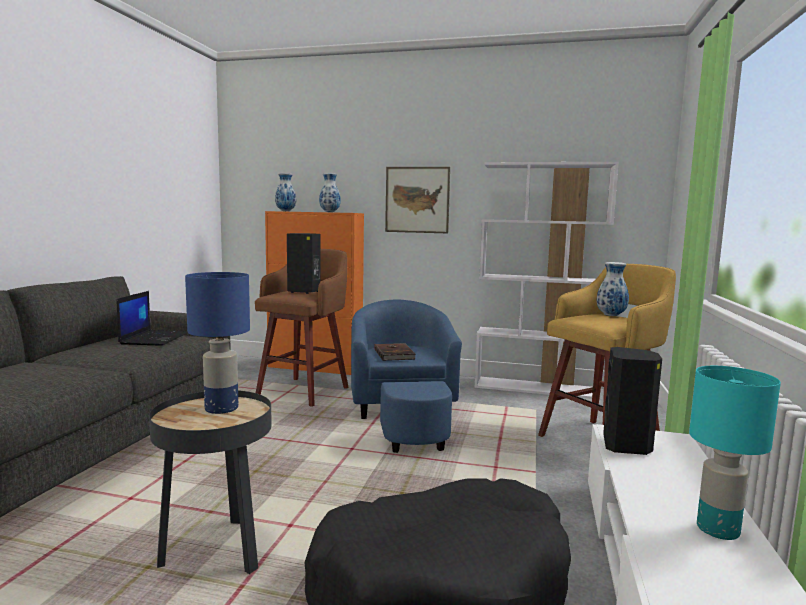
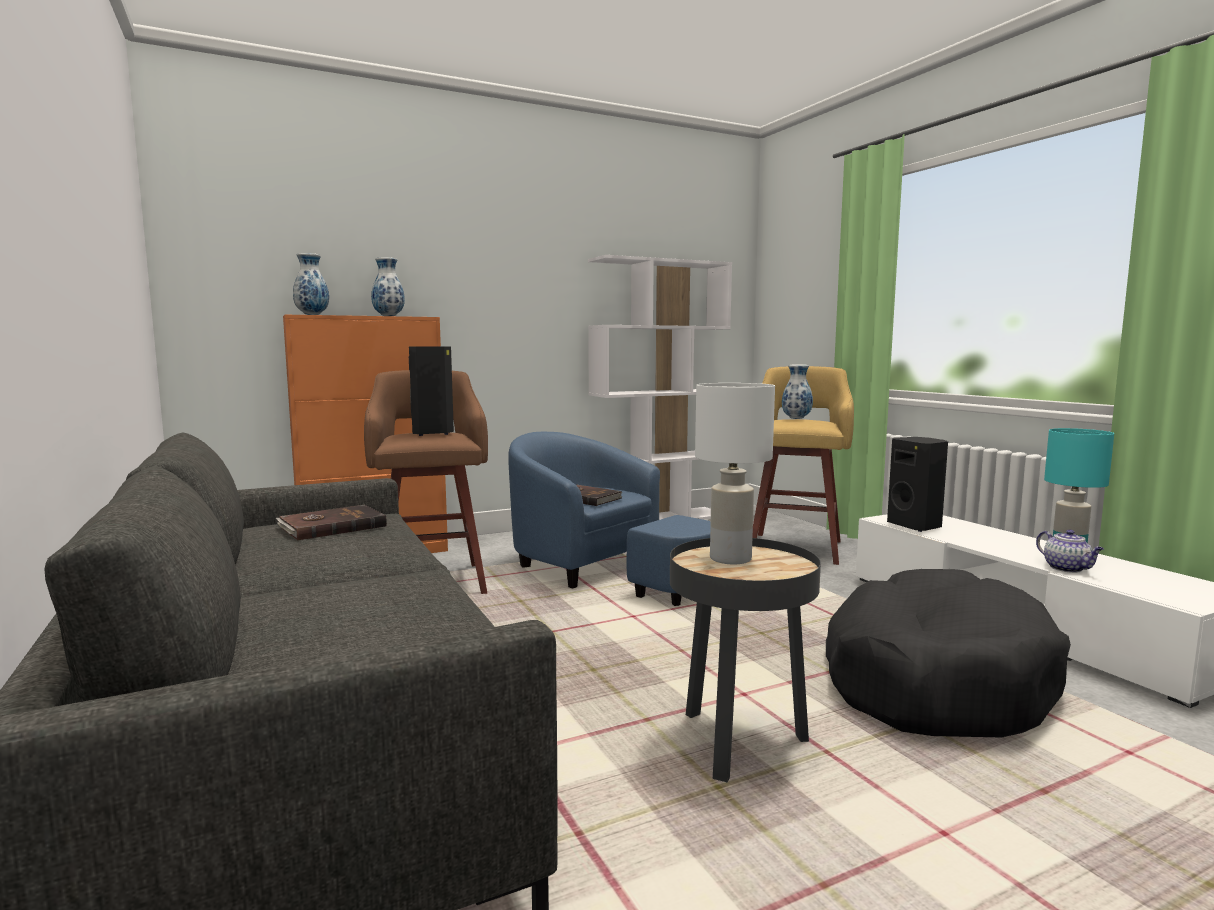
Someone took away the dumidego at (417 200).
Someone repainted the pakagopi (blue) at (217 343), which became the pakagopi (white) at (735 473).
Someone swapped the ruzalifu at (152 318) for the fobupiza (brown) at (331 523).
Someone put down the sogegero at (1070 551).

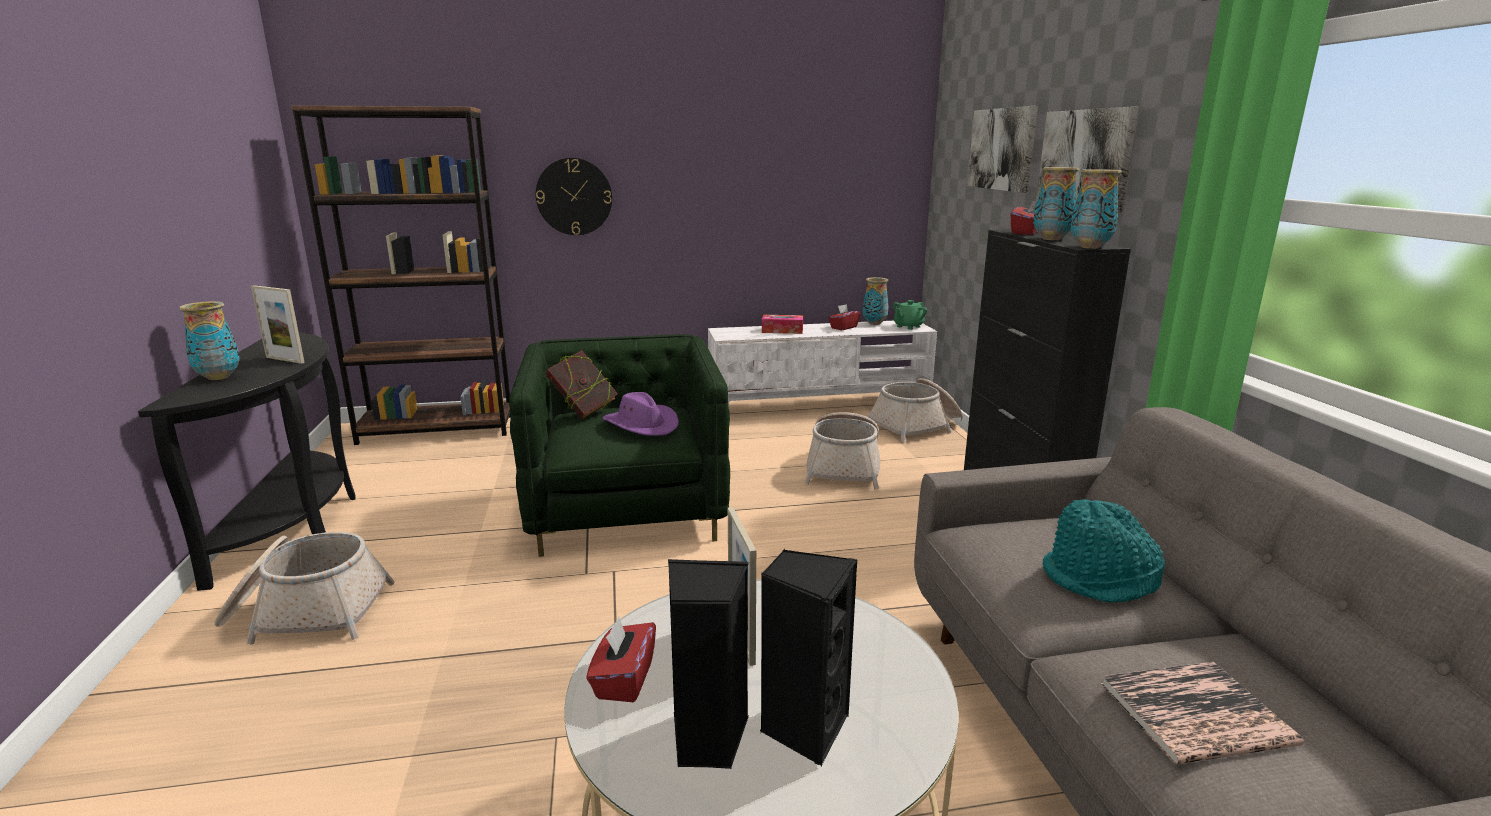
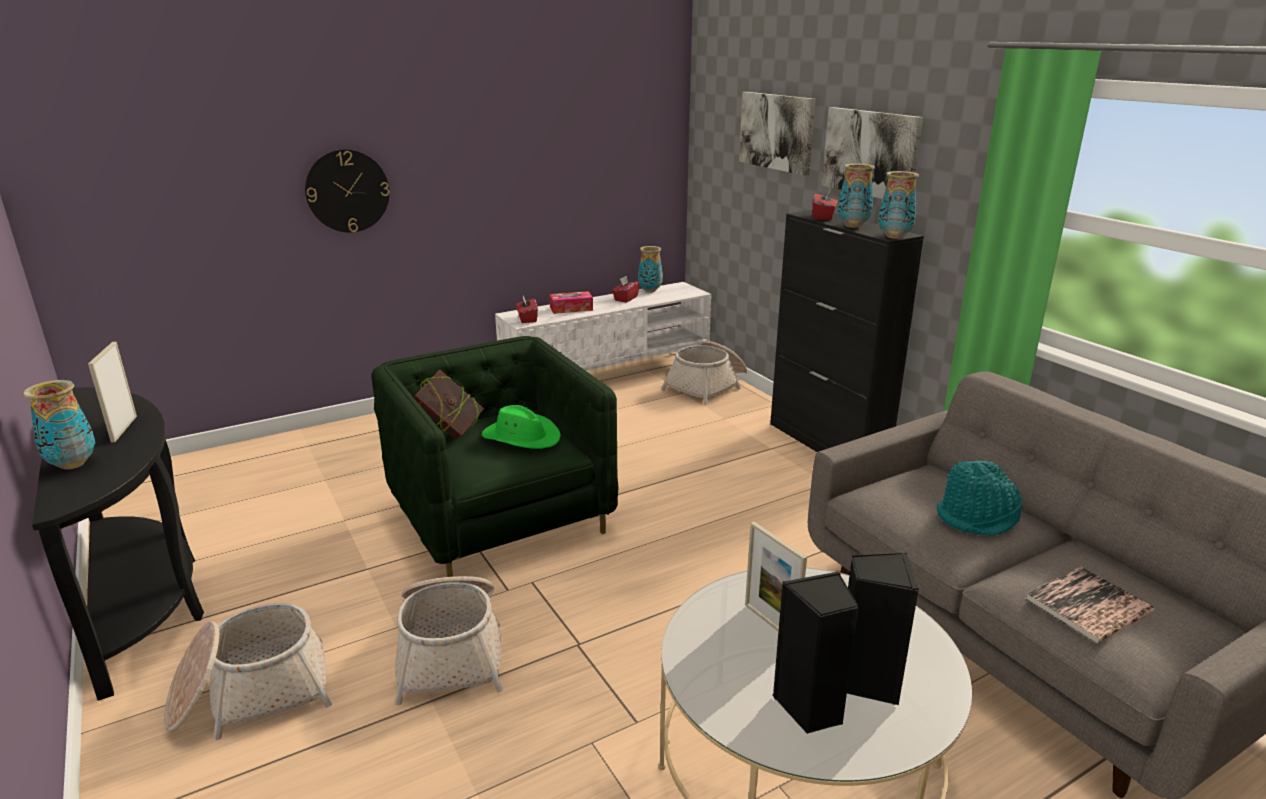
Someone took away the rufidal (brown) at (401 275).
Someone rotated the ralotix at (278 324) by 75 degrees clockwise.
Someone took away the sogegero (green) at (910 315).
Someone repainted the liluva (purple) at (640 414), which became the liluva (green) at (521 427).
Someone carried the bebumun from (842 450) to (449 640).
Someone carried the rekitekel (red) from (621 659) to (527 309).

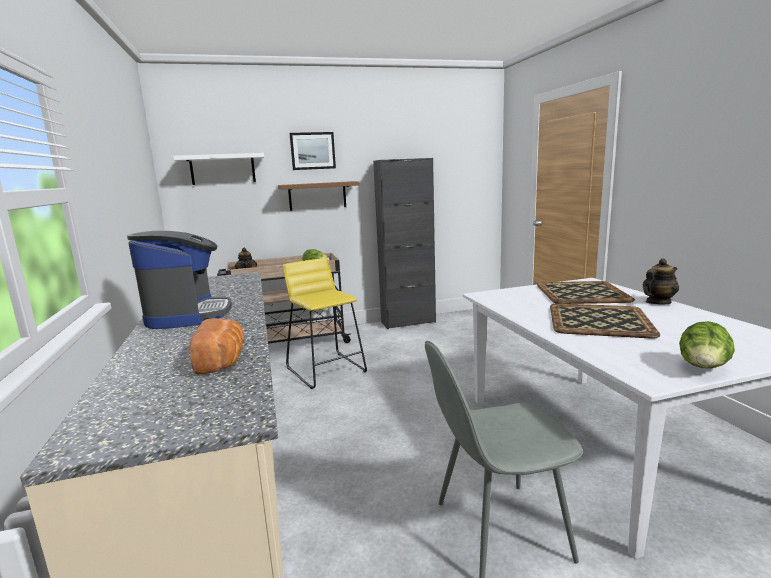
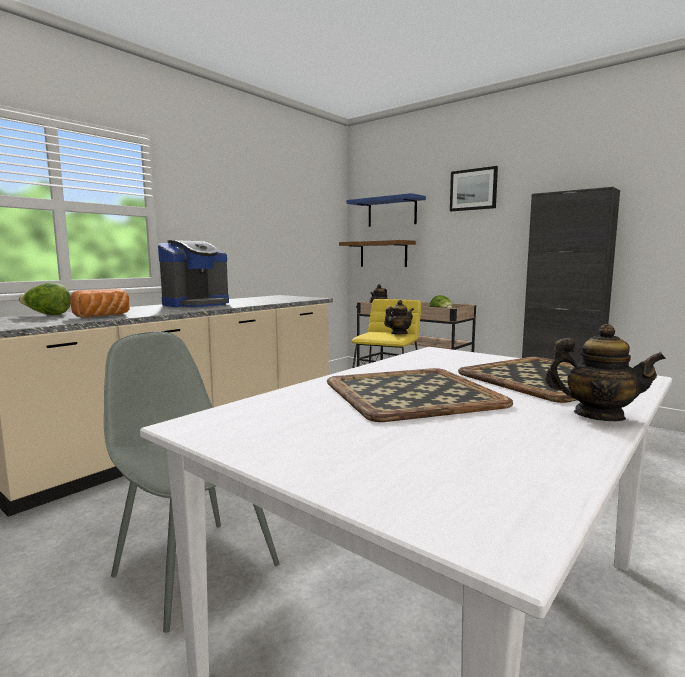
Someone repainted the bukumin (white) at (218 169), which became the bukumin (blue) at (386 210).
Someone carried the bukumin (brown) from (319 196) to (377 253).
Someone carried the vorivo from (707 344) to (45 299).
Someone put down the sogegero at (399 317).

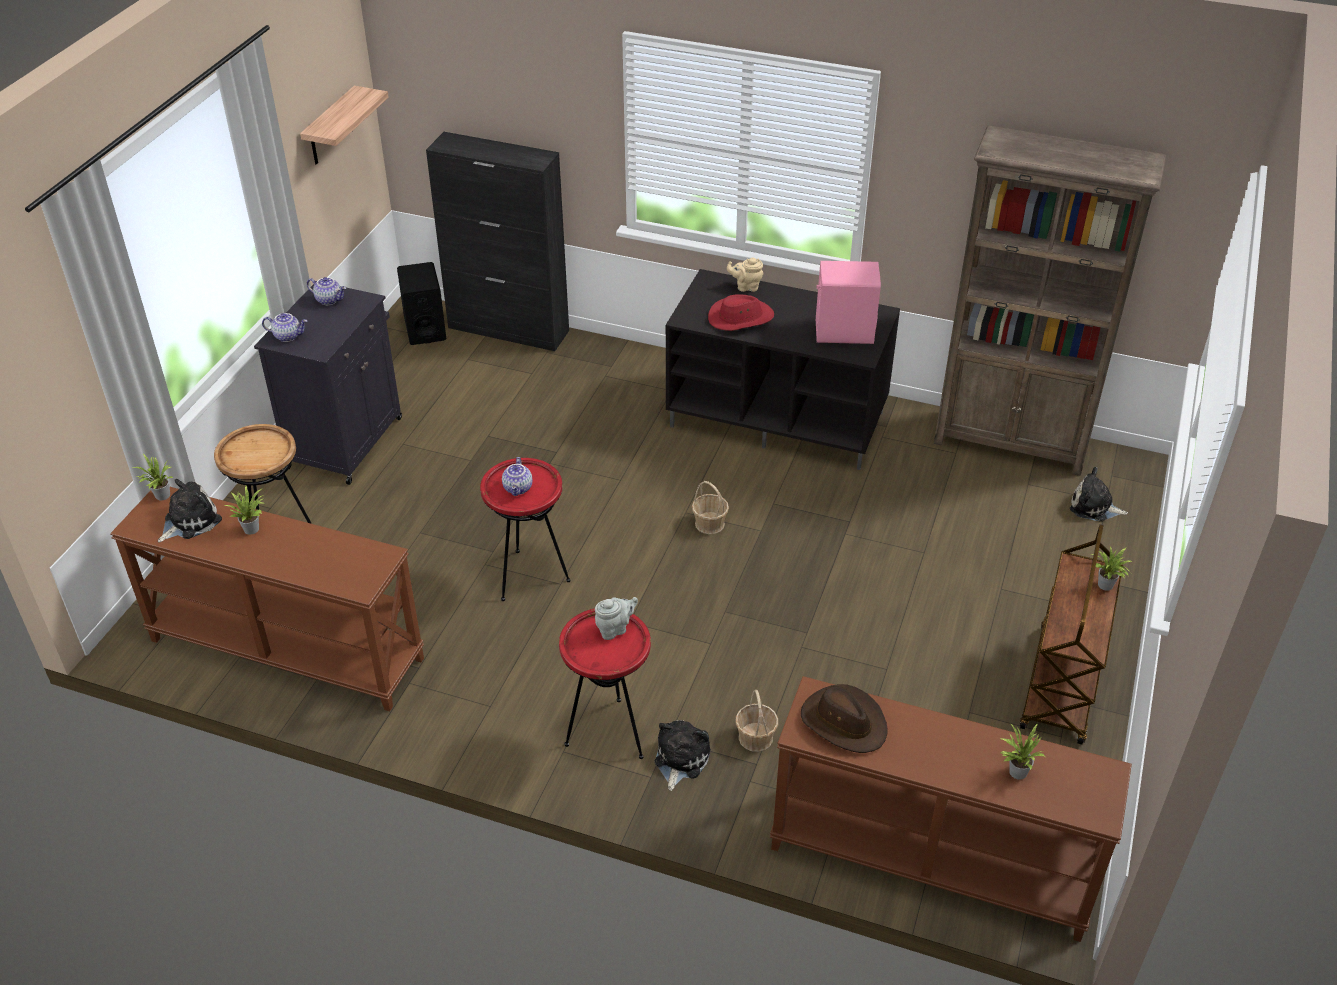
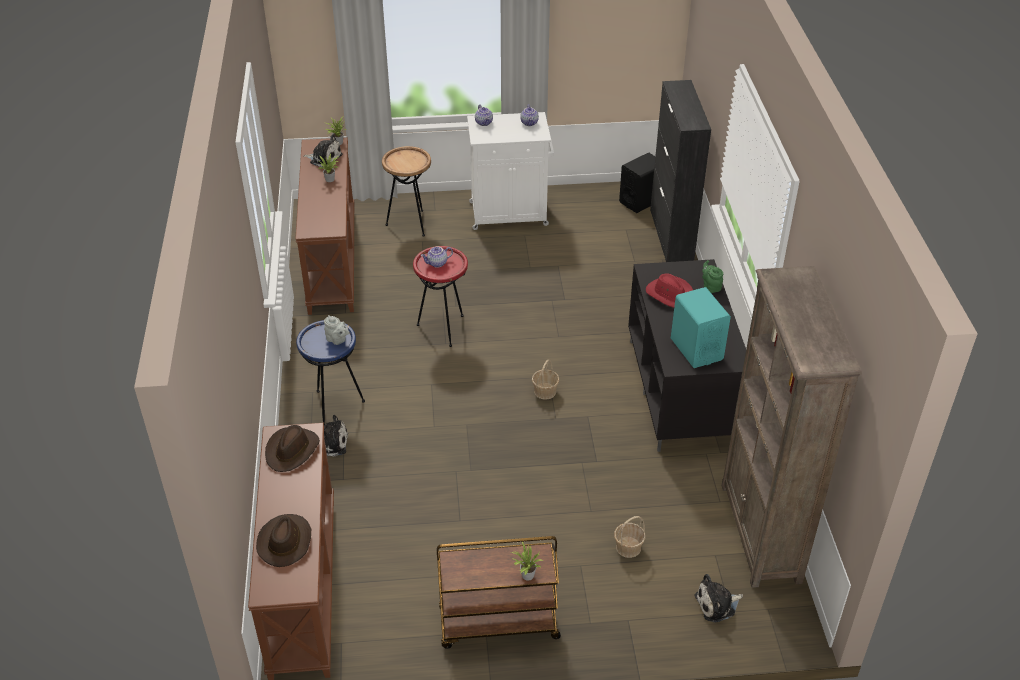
Someone took away the bukumin at (344 125).
Someone repainted the sogegero (beige) at (745 275), which became the sogegero (green) at (712 276).
Someone repainted the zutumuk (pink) at (848 302), which became the zutumuk (turquoise) at (701 327).
Someone repainted the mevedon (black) at (328 383), which became the mevedon (white) at (510 171).
Someone rotated the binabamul at (1099 494) by 105 degrees counterclockwise.
Someone repainted the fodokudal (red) at (605 683), which became the fodokudal (blue) at (330 372).
Someone carried the bebumun from (756 721) to (629 537).
Someone swapped the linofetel at (1022 751) for the liluva (brown) at (283 540).

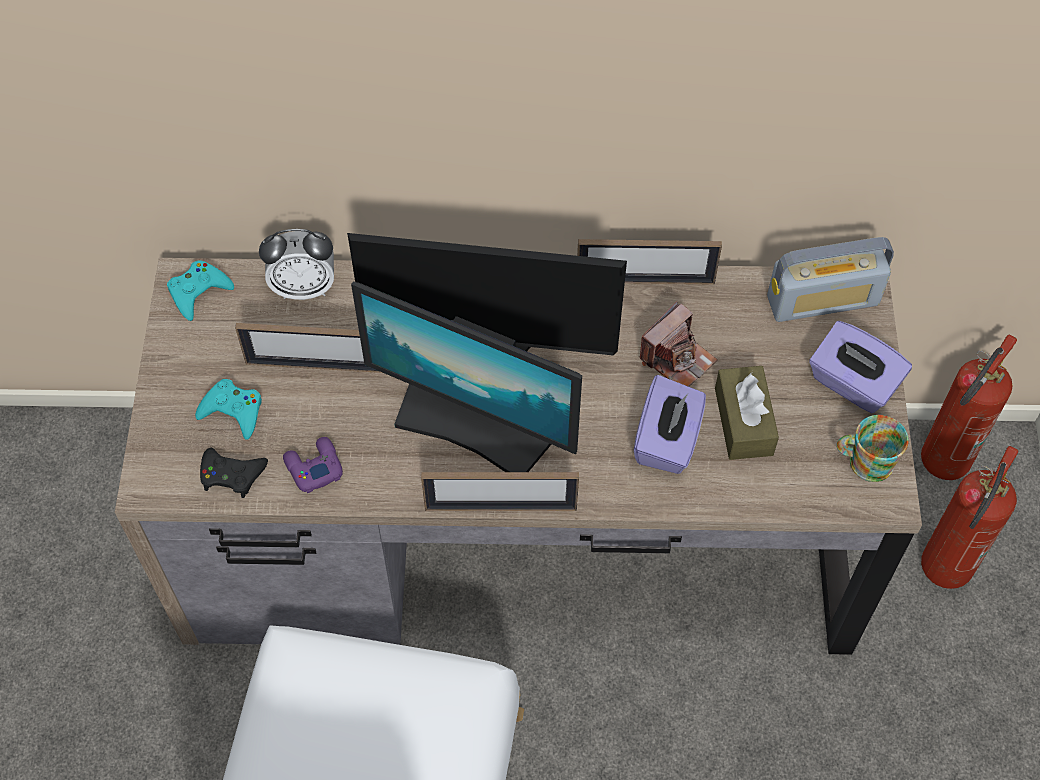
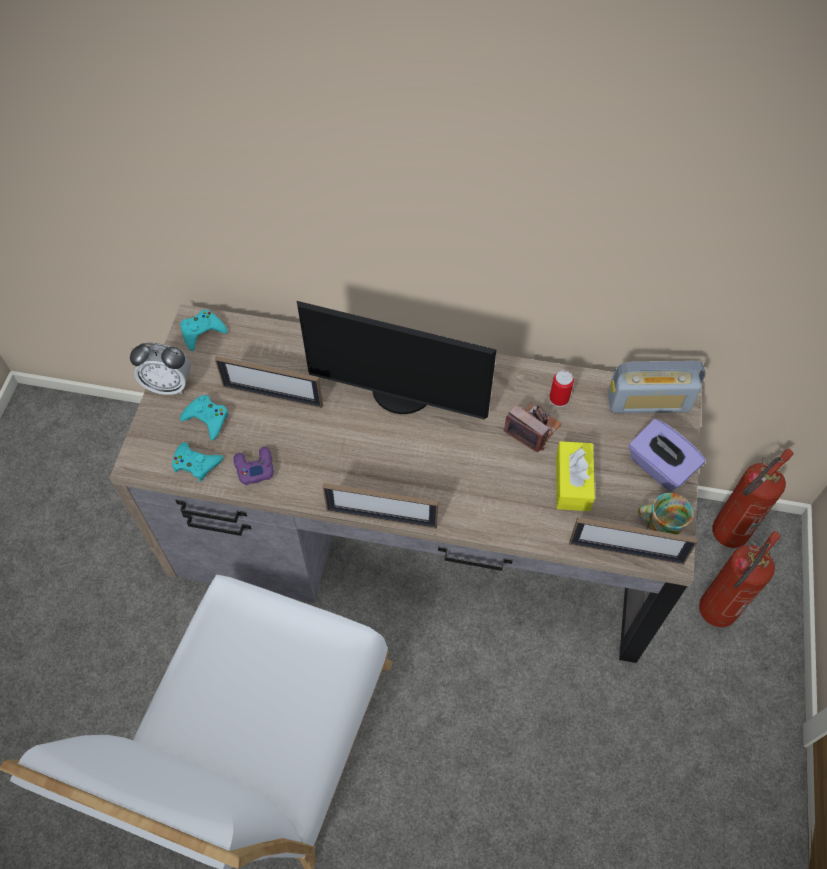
Someone carried the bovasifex from (296 264) to (160 369).
Someone carried the ralotix from (649 262) to (633 541).
Someone took away the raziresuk at (466 377).
Someone rotated the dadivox at (678 344) by 105 degrees counterclockwise.
Someone repainted the rekitekel (brown) at (747 413), which became the rekitekel (yellow) at (575 476).
Someone took away the rekitekel (purple) at (670 424).
Someone repainted the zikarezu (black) at (234 473), which became the zikarezu (turquoise) at (197 462).
Someone put down the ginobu at (561 388).

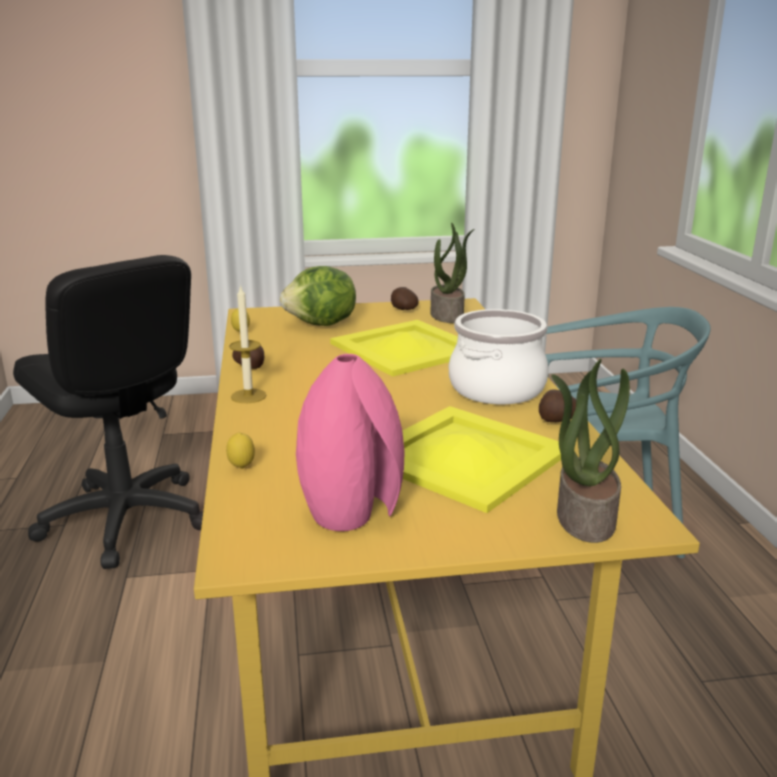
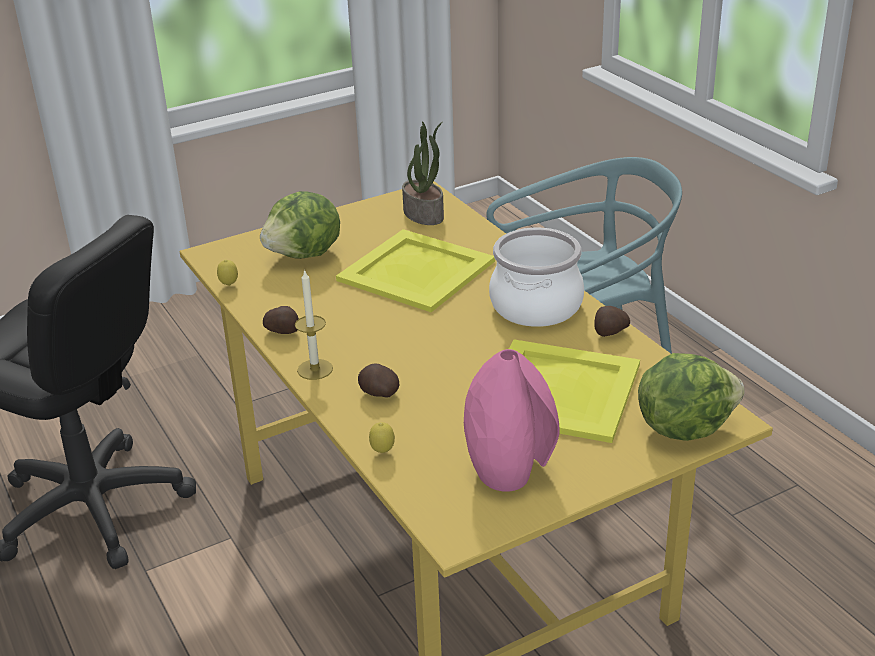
Someone carried the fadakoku from (405 298) to (378 380).
Someone swapped the linofetel at (590 451) for the vorivo at (691 397).

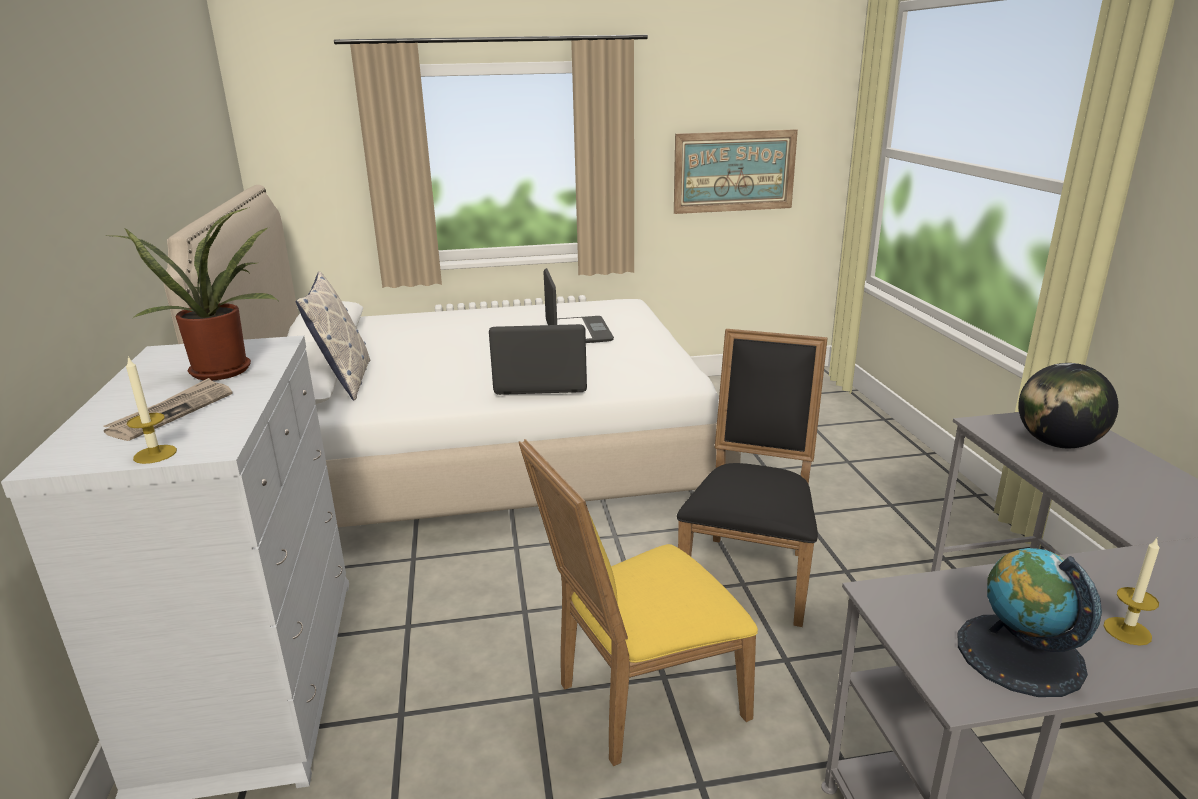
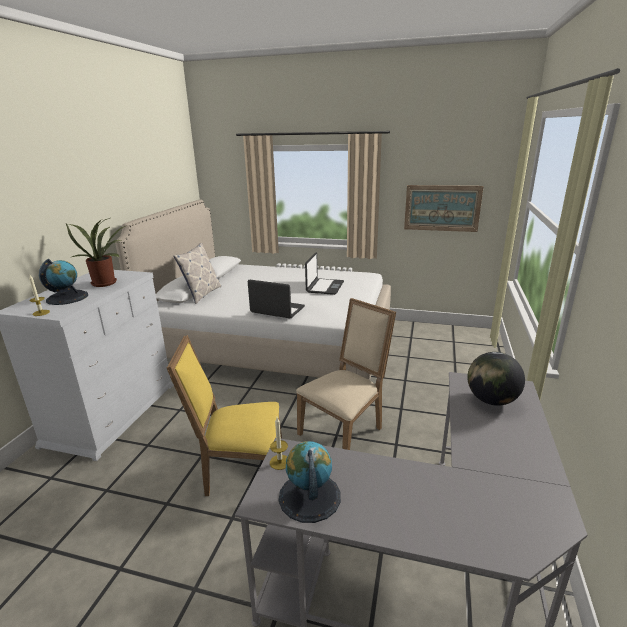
Someone repainted the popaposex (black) at (752 478), which became the popaposex (beige) at (346 374).
Someone swapped the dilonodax at (168 409) for the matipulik at (63 282).
Someone carried the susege from (1132 592) to (279 443).

